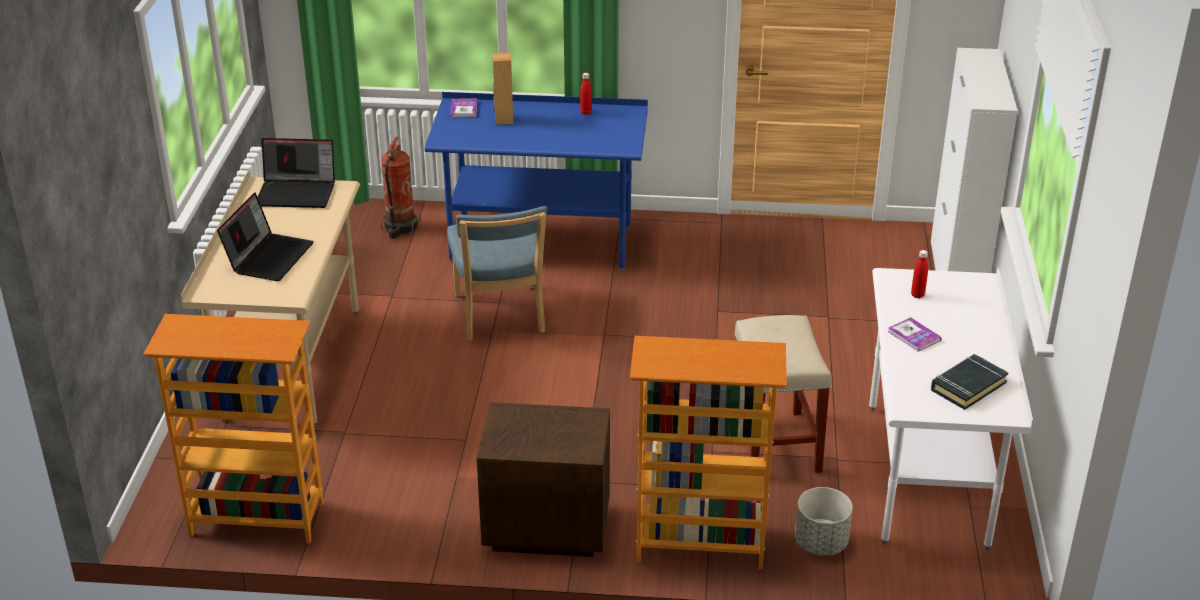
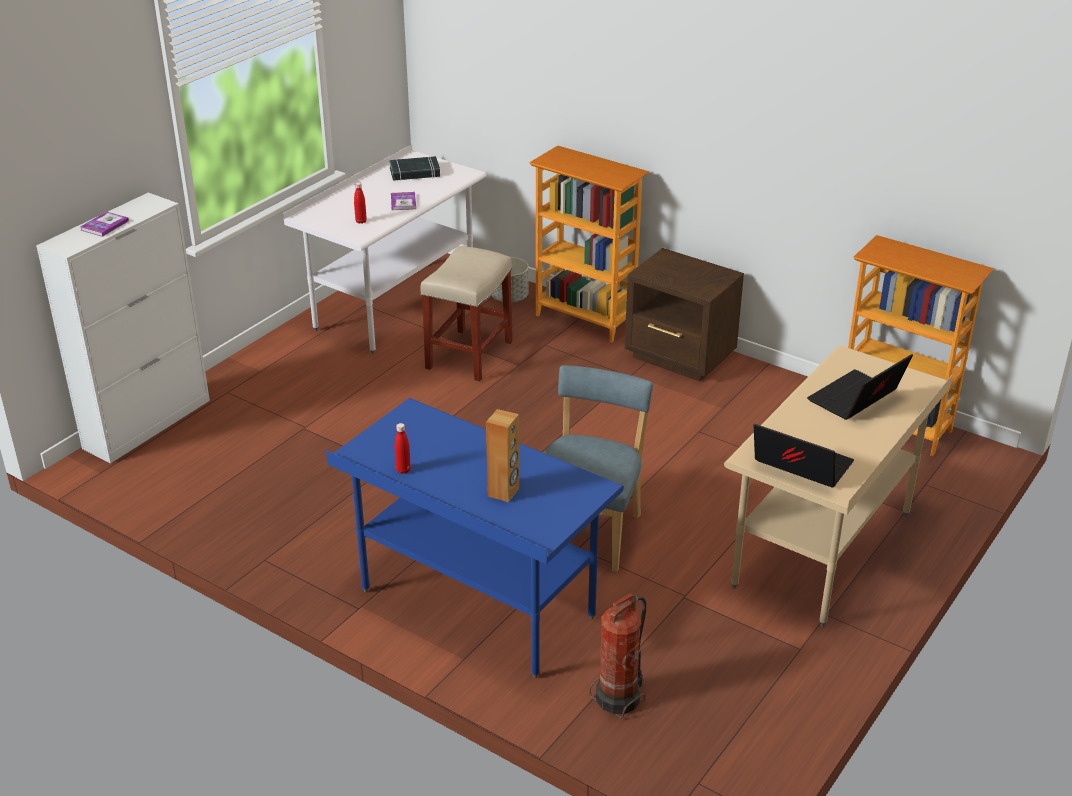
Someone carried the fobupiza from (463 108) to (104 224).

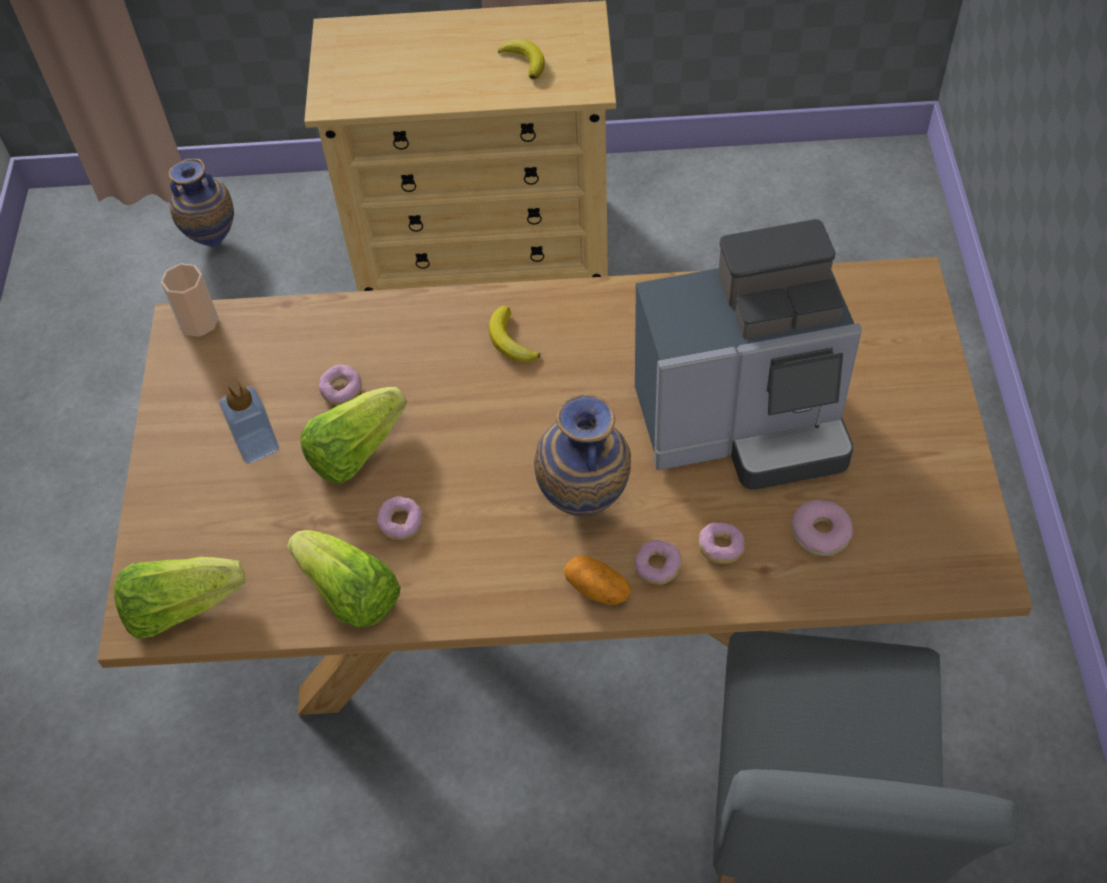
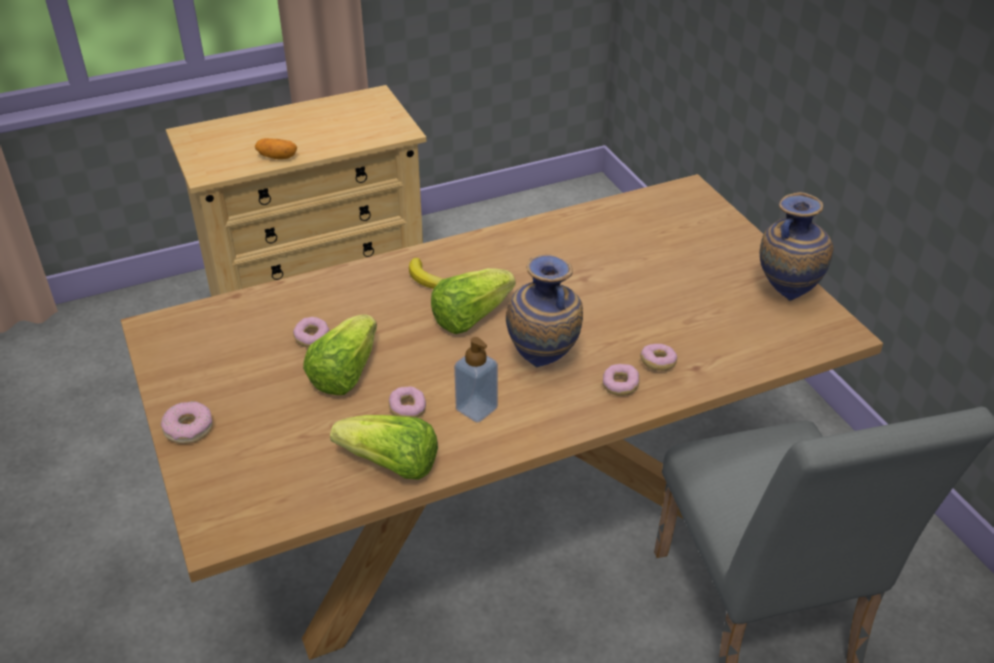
Someone took away the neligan at (521 59).
Someone carried the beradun from (201 203) to (796 246).
Someone took away the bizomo at (748 354).
Someone took away the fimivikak at (190 300).
Someone carried the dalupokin from (249 421) to (476 380).
Someone carried the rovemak from (821 527) to (187 422).
Someone carried the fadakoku from (597 580) to (276 148).
Someone carried the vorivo from (179 598) to (473 301).

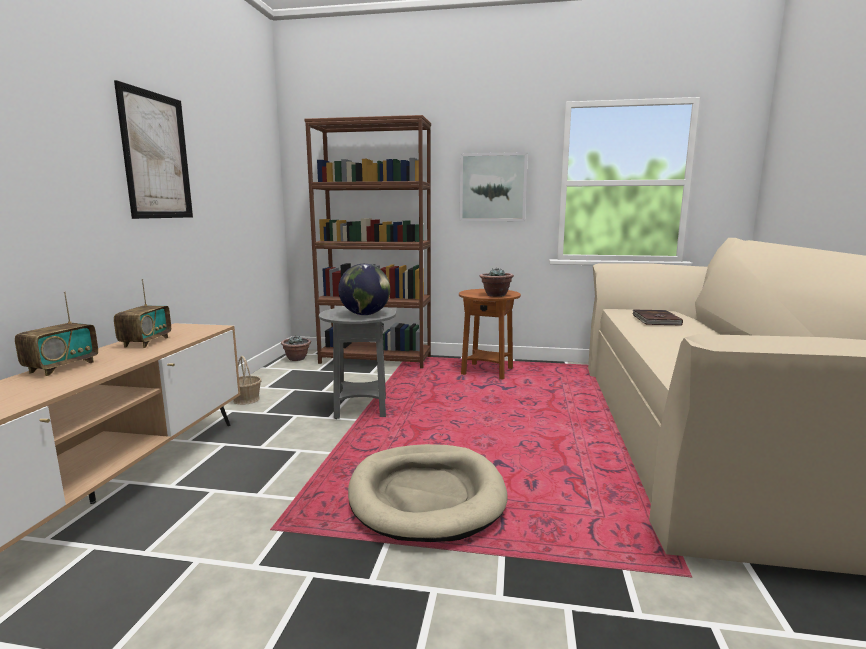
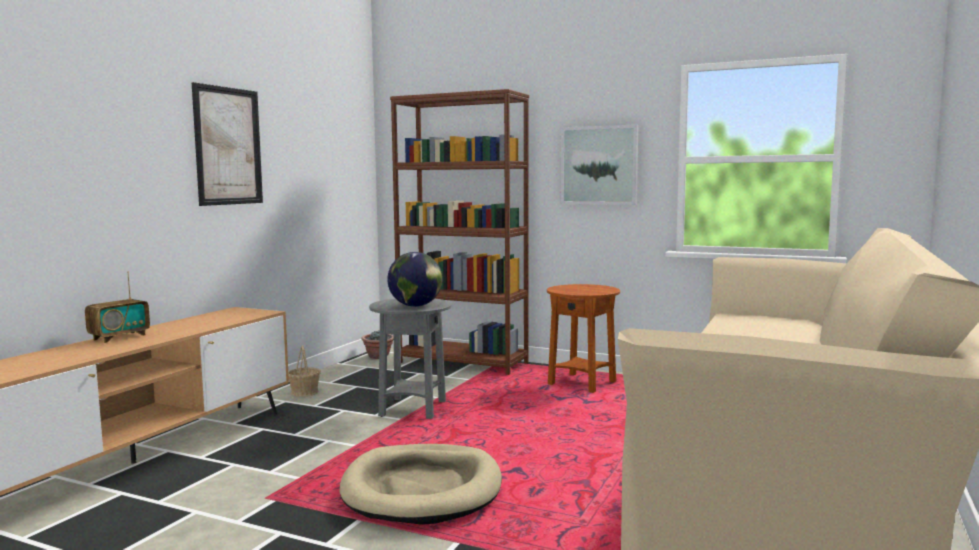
Someone took away the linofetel at (497 282).
Someone took away the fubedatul at (142 313).
Someone took away the fobupiza (brown) at (657 318).

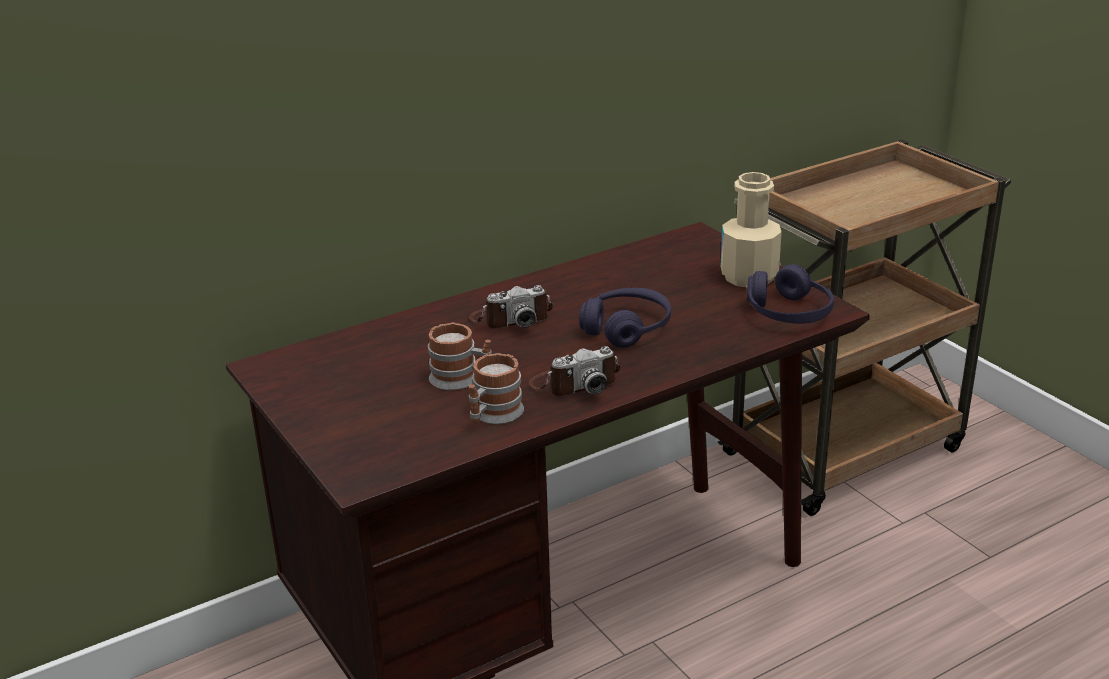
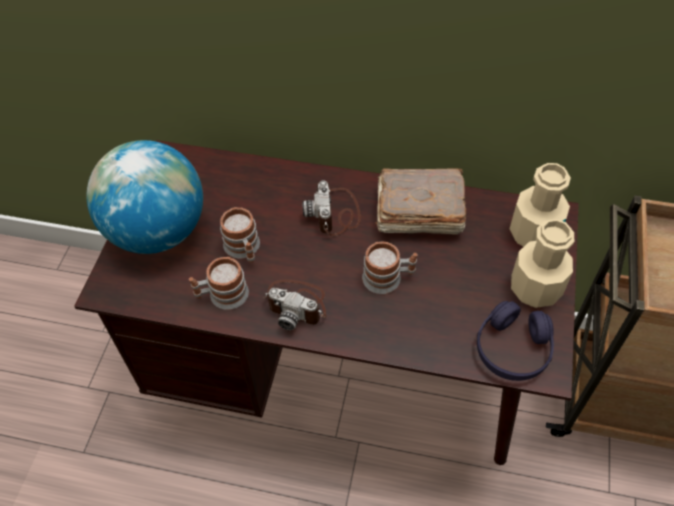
Someone rotated the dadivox at (511 307) by 60 degrees clockwise.
Someone swapped the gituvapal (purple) at (625 318) for the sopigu at (390 268).
Someone put down the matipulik at (144 197).
Someone put down the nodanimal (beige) at (540 205).
Someone put down the fobupiza (brown) at (420 201).

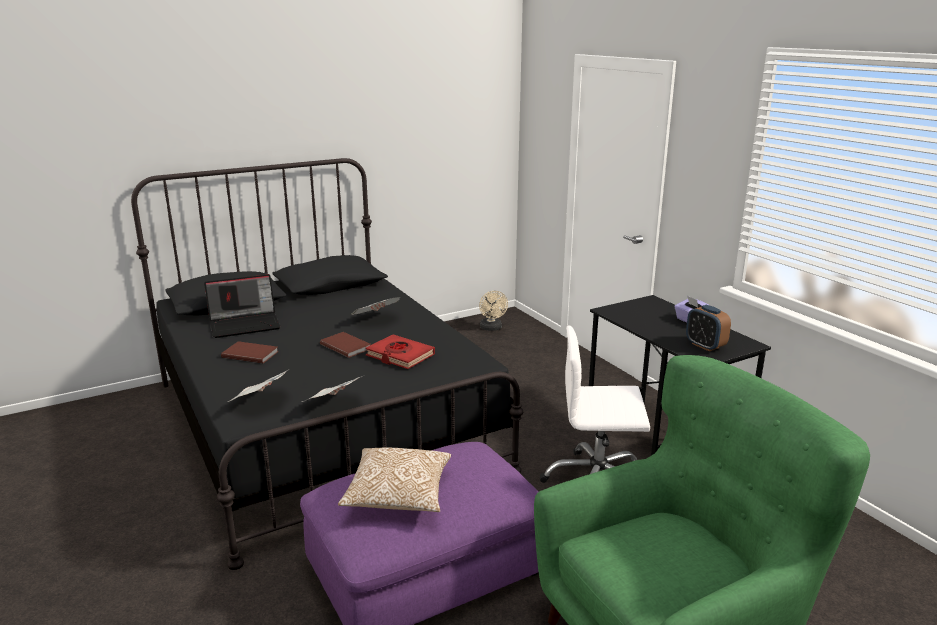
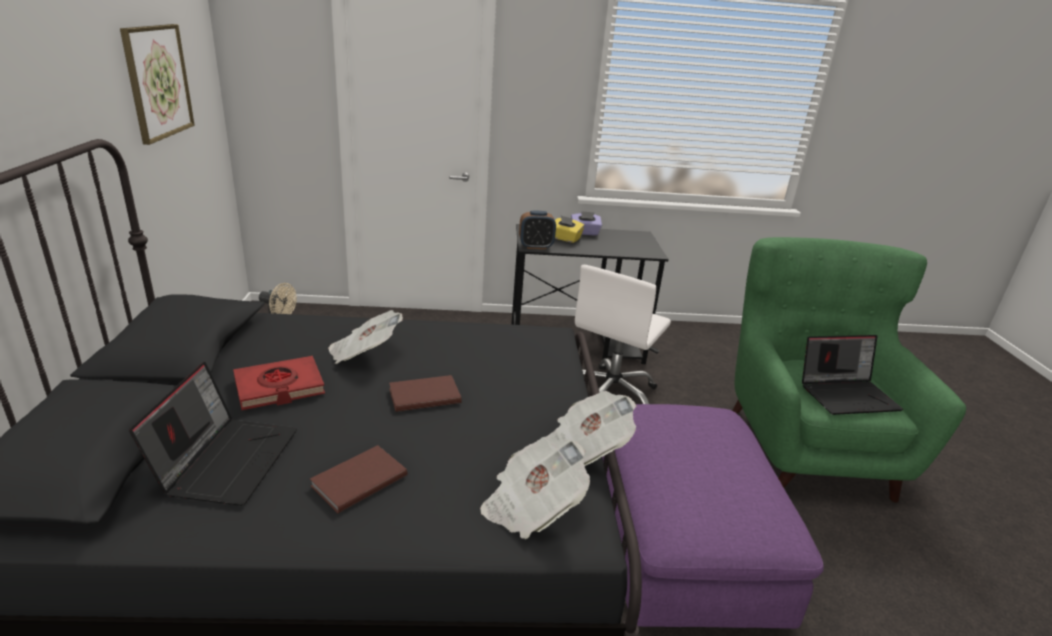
Someone carried the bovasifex from (708 328) to (537 230).
Someone carried the fobupiza (red) from (400 352) to (279 383).
Someone took away the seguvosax at (394 479).
Someone put up the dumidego at (157 84).
Someone put down the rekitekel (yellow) at (570 229).
Someone put down the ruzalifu at (852 375).

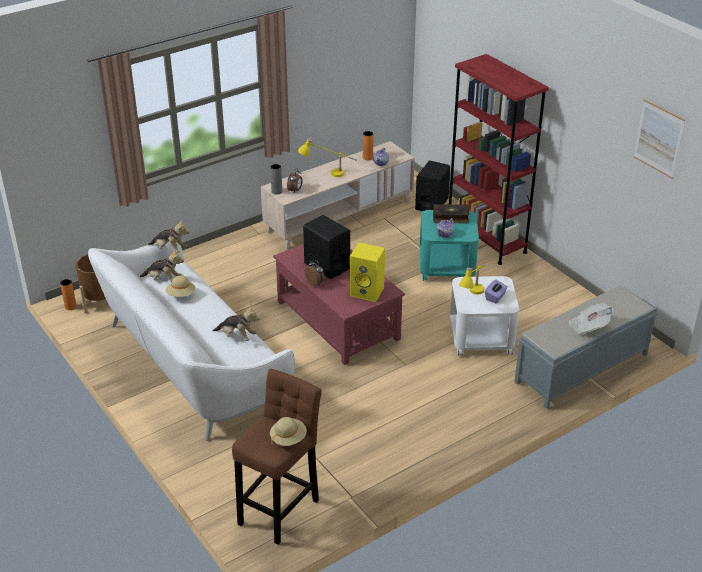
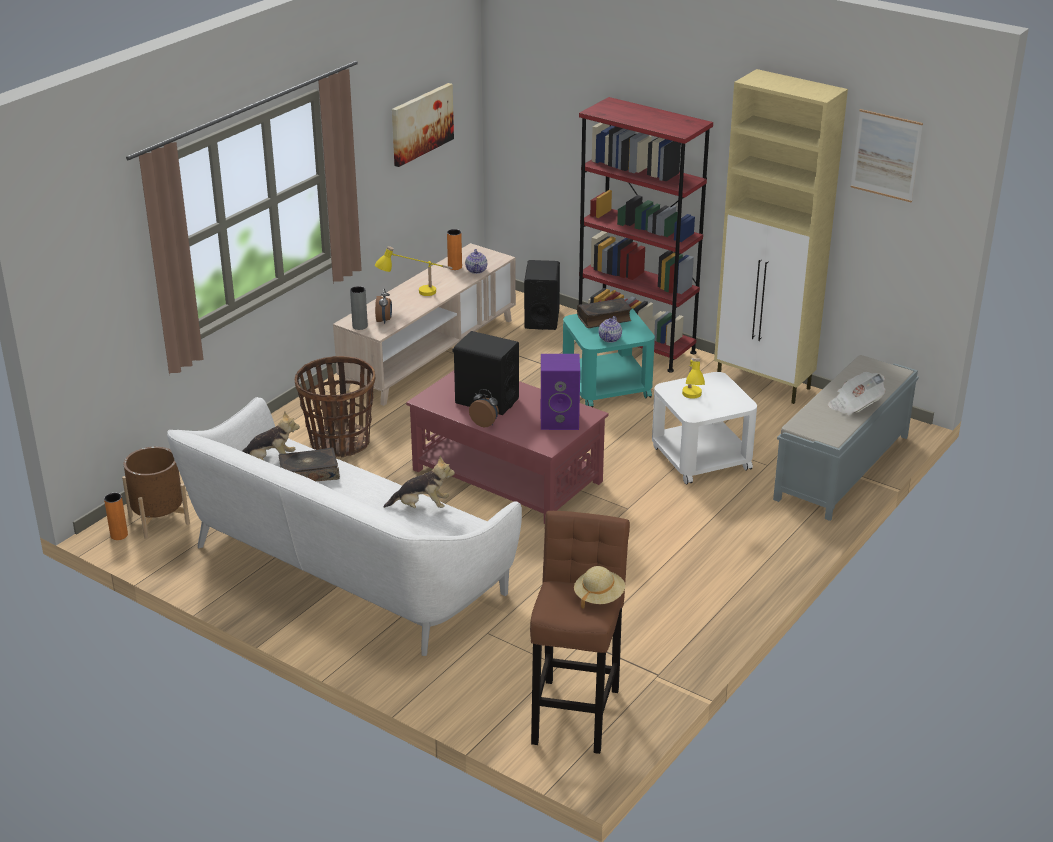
Someone took away the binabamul at (169 236).
Someone repainted the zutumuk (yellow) at (367 272), which became the zutumuk (purple) at (560 392).
Someone swapped the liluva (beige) at (180 286) for the fobupiza at (309 464).
Someone took away the rekitekel (purple) at (496 291).
Someone put down the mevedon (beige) at (781 236).
Someone put up the dumidego at (423 125).
Someone put down the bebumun at (335 406).

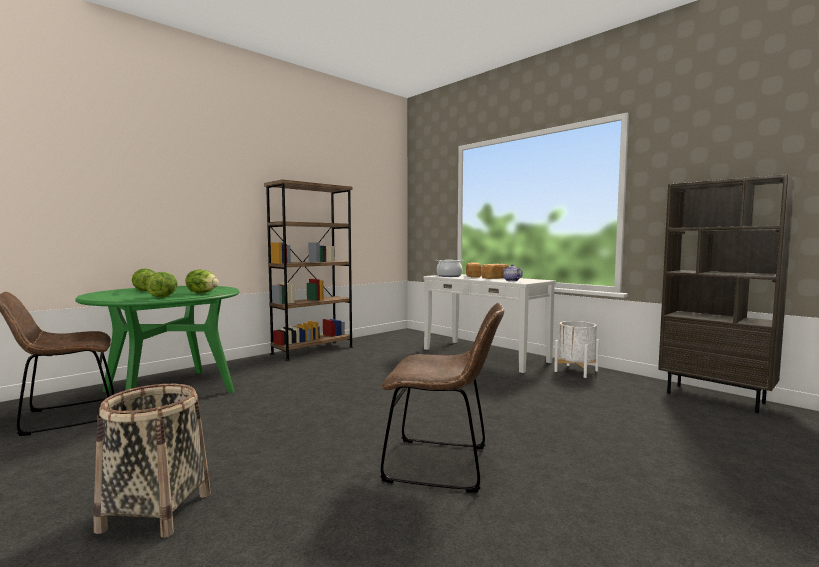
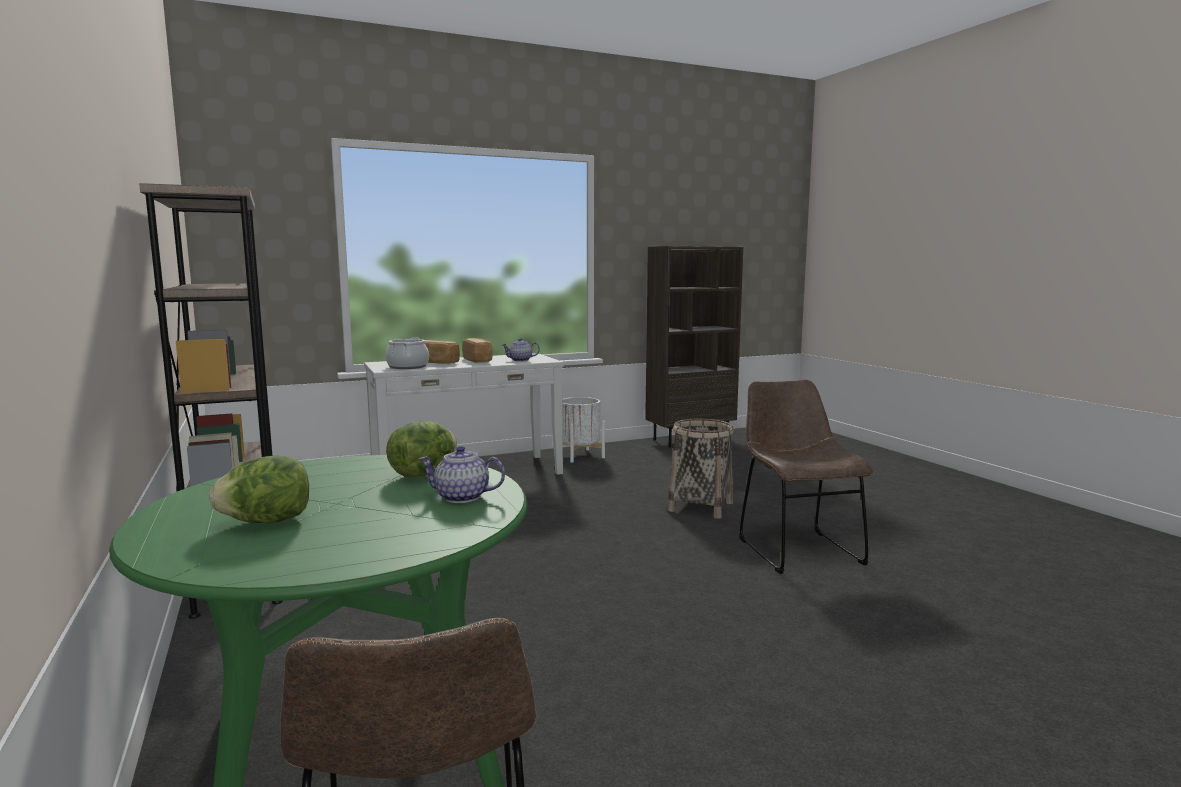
Someone swapped the vorivo at (162 284) for the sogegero at (461 474).
Someone rotated the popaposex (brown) at (442 397) by 45 degrees counterclockwise.
Someone carried the bebumun from (152 461) to (701 468).

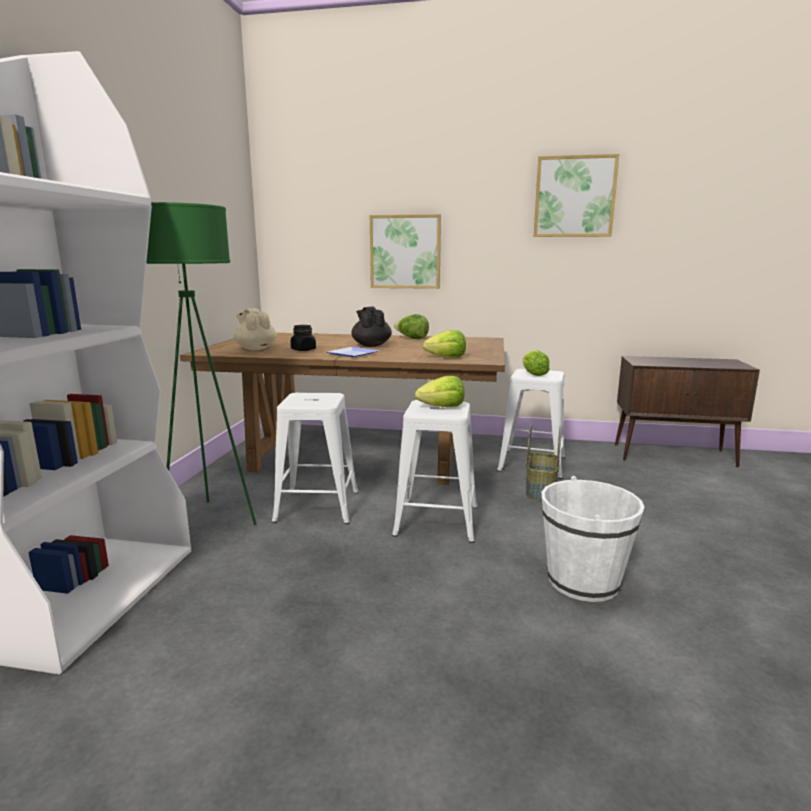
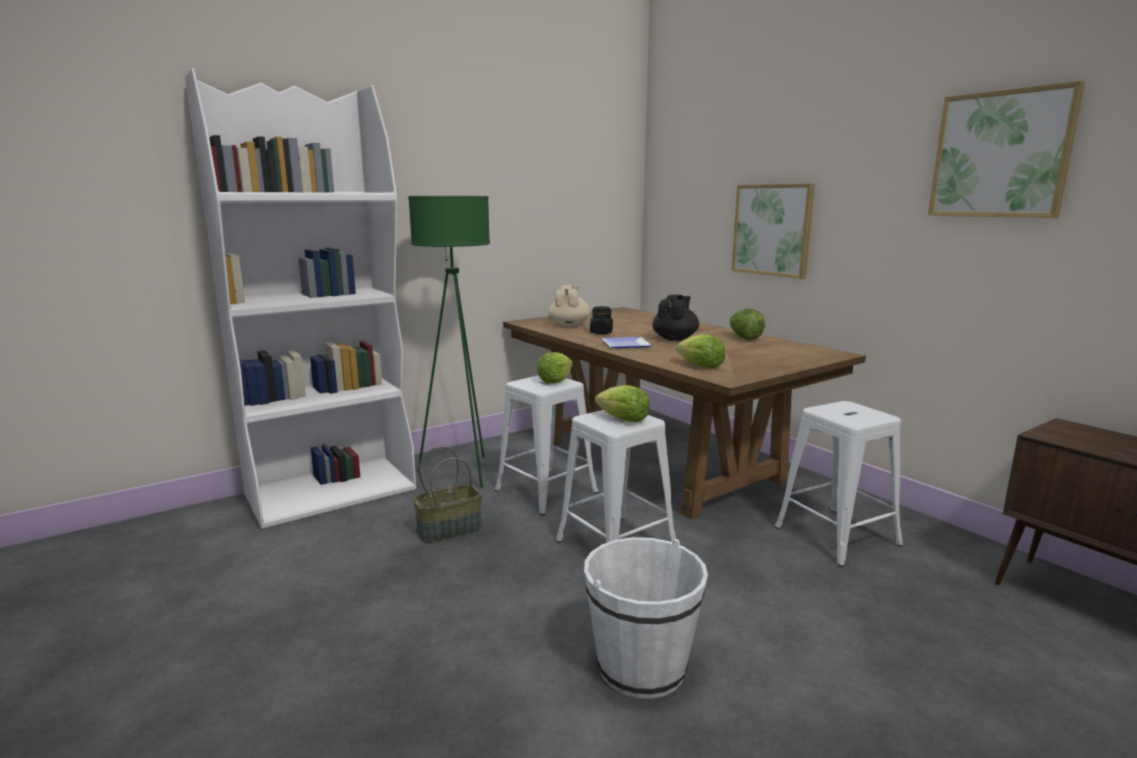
Someone carried the vorivo from (536 363) to (555 367).
Someone carried the bebumun from (543 462) to (447 494).

